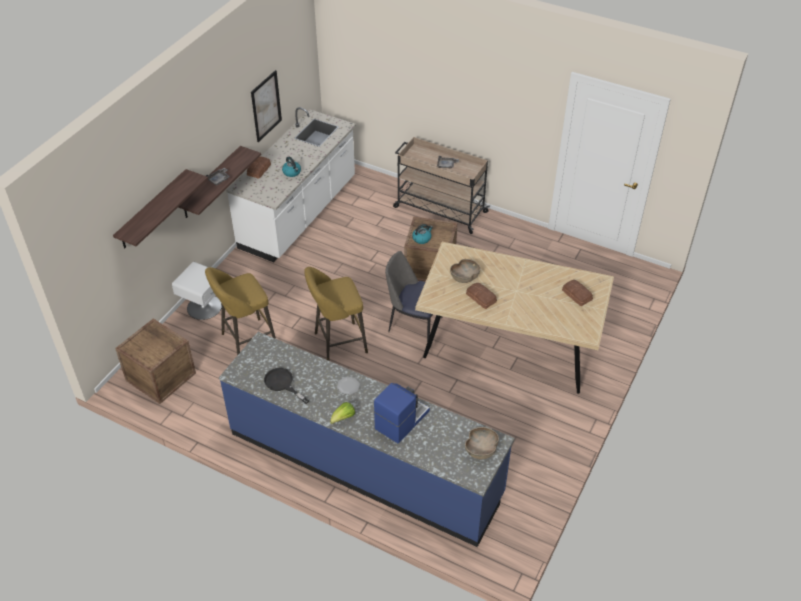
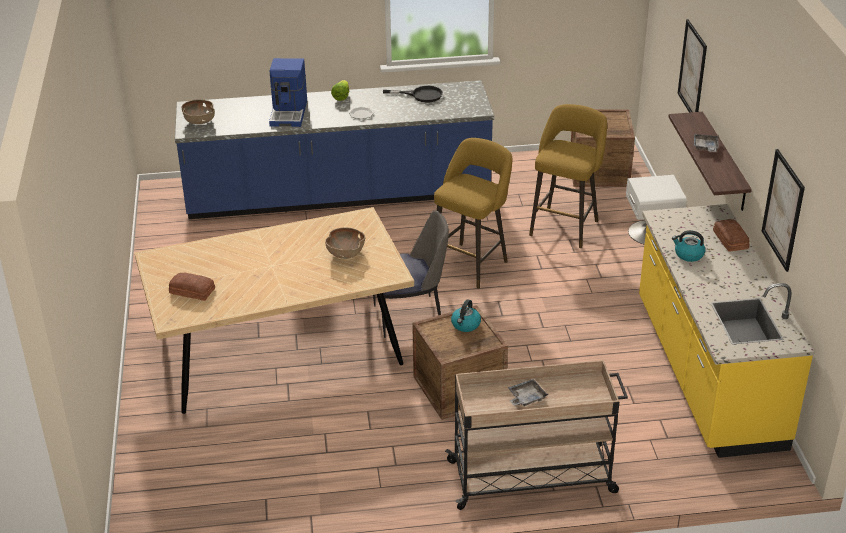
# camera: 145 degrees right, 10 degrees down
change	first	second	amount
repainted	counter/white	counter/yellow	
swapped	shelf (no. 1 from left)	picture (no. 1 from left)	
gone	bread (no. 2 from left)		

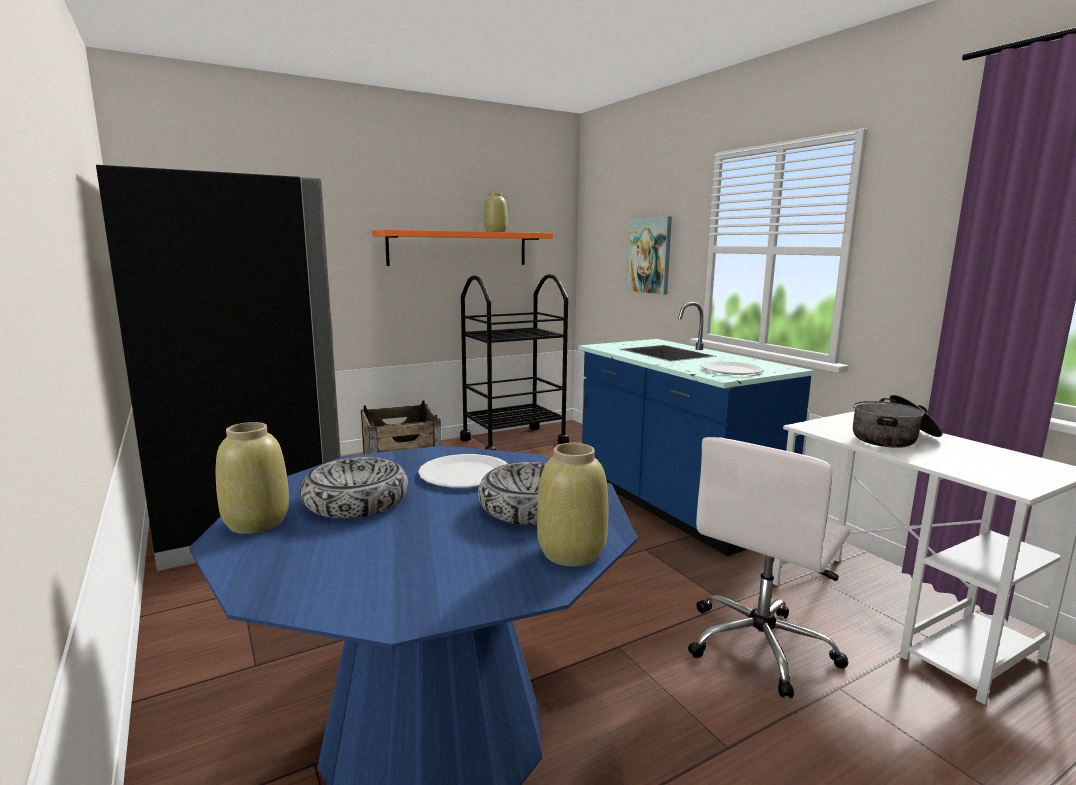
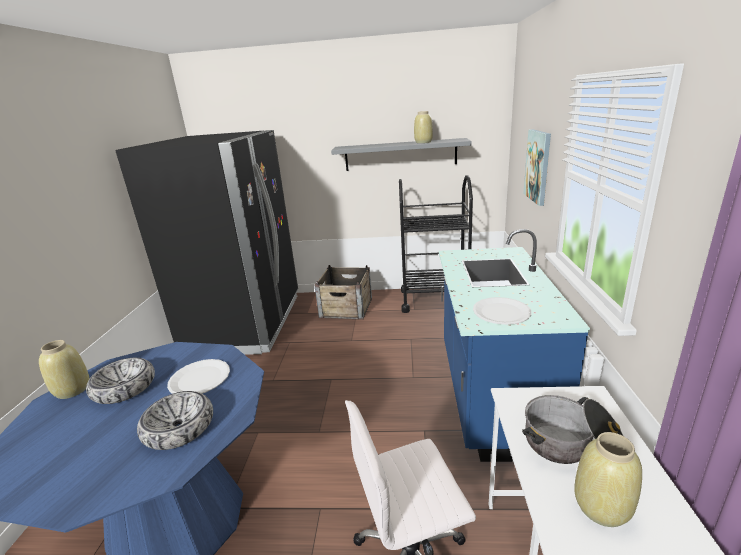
# camera: 35 degrees right, 10 degrees up
change	first	second	amount
repainted	shelf/orange	shelf/grey	
shifted	vase/beige (no. 3 from left)		

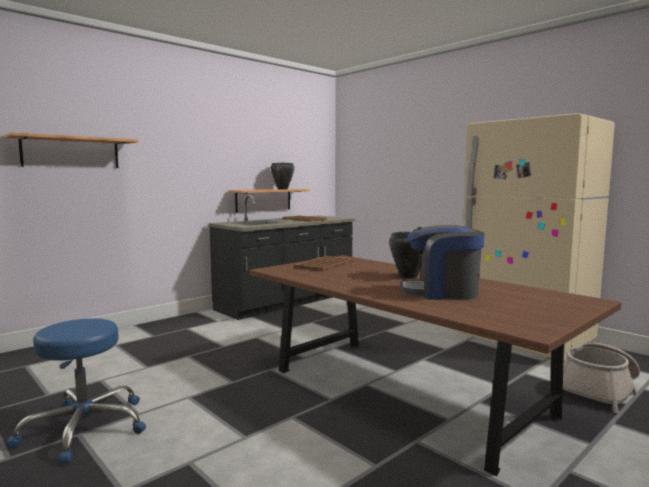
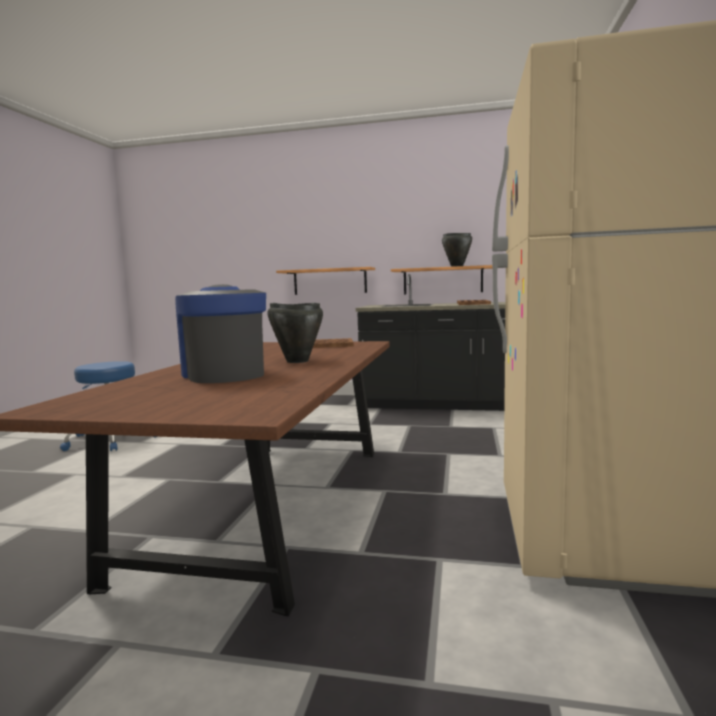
# camera: 55 degrees right, 0 degrees up
change	first	second	amount
shifted	shelf (no. 1 from left)		
gone	basket		

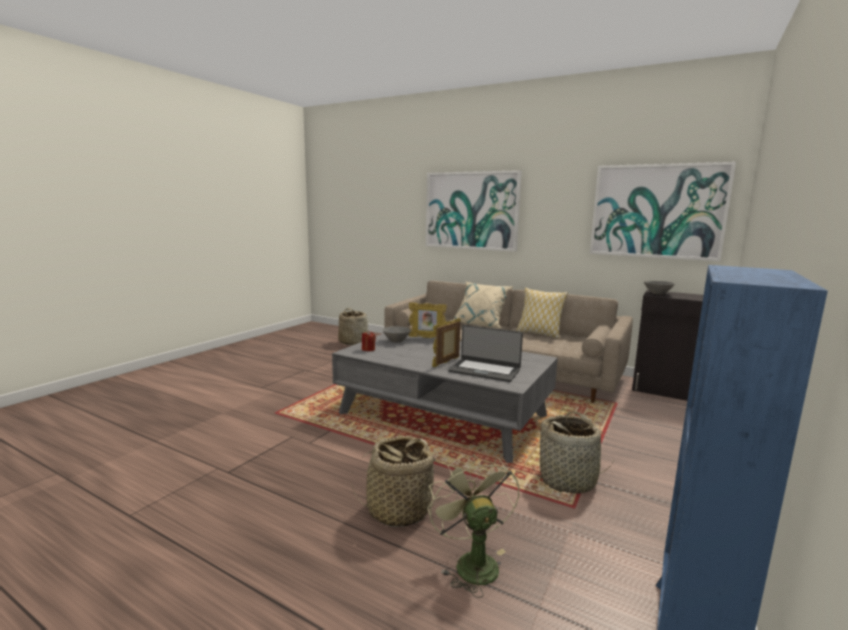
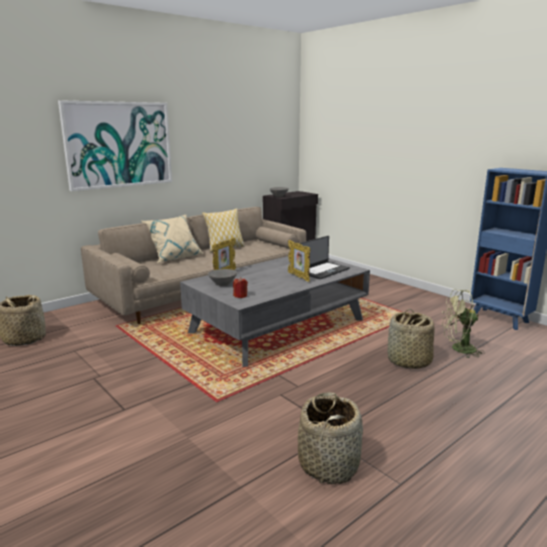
# camera: 70 degrees left, 5 degrees up
change	first	second	amount
gone	picture (no. 2 from left)		
shifted	basket (no. 3 from left in the first image)	basket (no. 2 from left)	

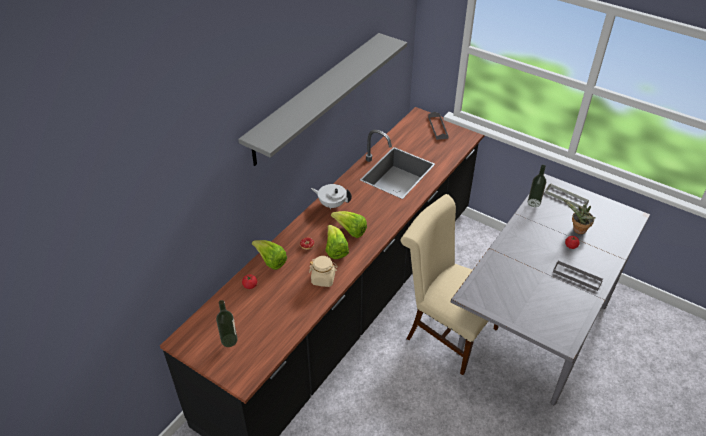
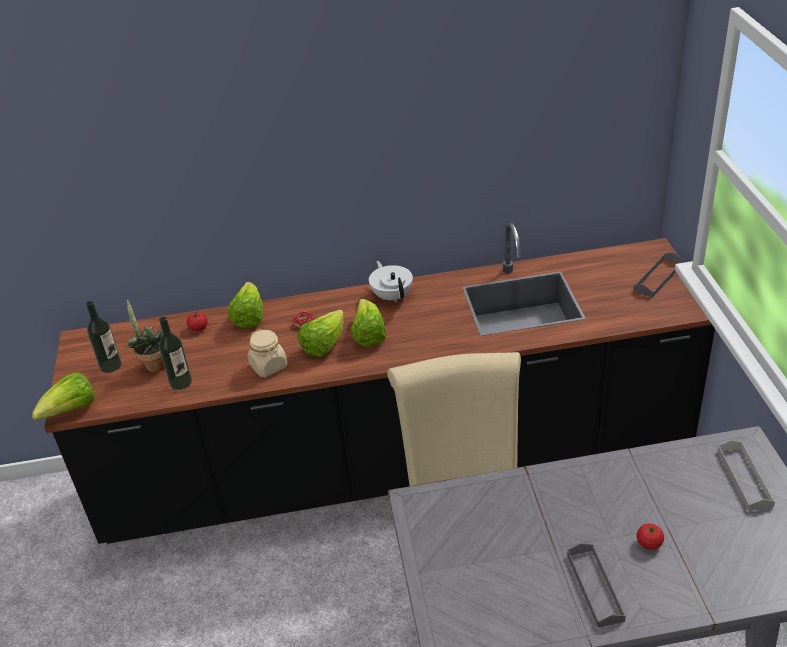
# camera: 50 degrees right, 5 degrees down
change	first	second	amount
gone	shelf/grey		
shifted	bottle (no. 2 from left)		
shifted	potted plant		
new		lettuce (no. 1 from left)	

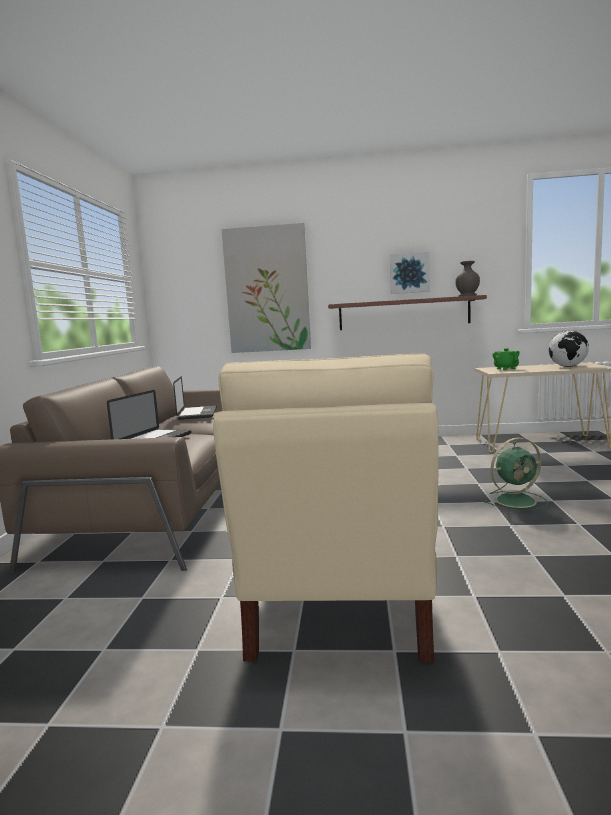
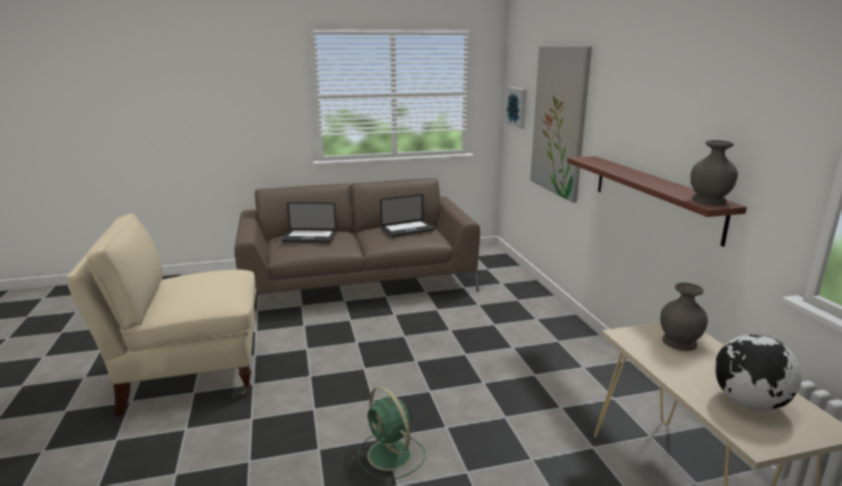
# camera: 70 degrees right, 10 degrees up
change	first	second	amount
shifted	picture (no. 2 from left in the first image)	picture (no. 1 from left)	
swapped	teapot/green	vase/grey (no. 1 from left)	

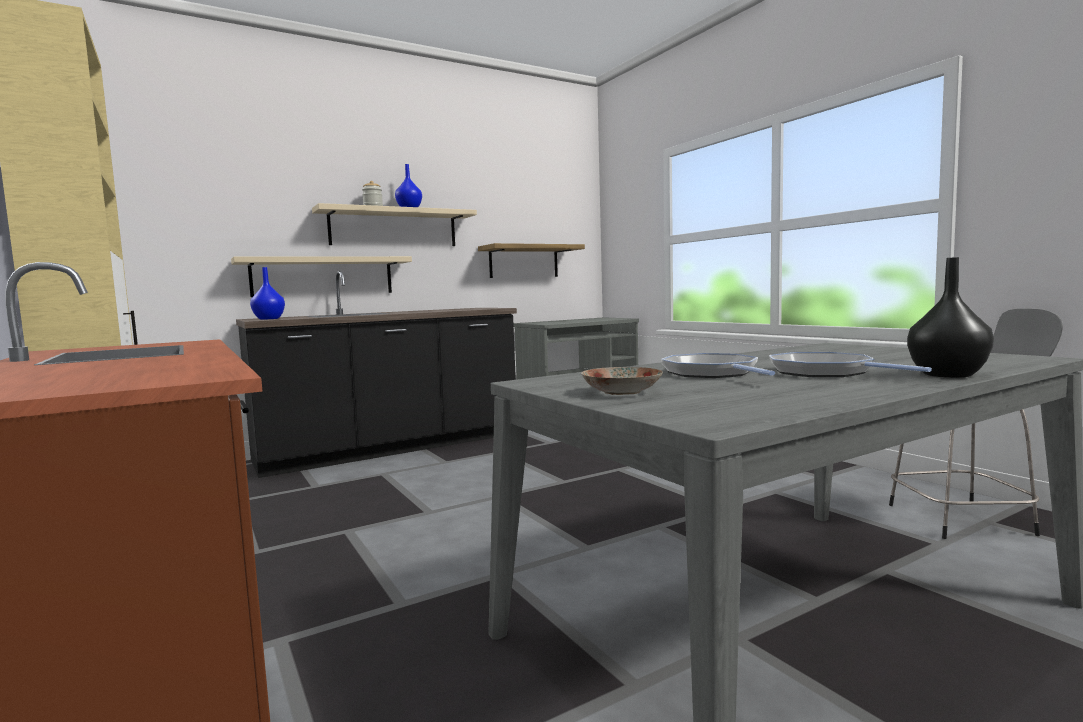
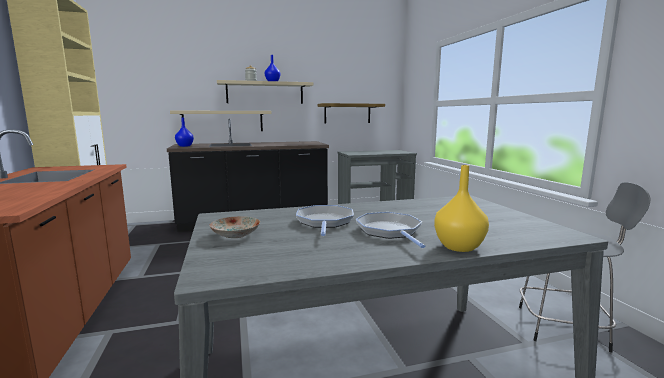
# camera: 15 degrees right, 5 degrees up
change	first	second	amount
repainted	vase/black	vase/yellow	

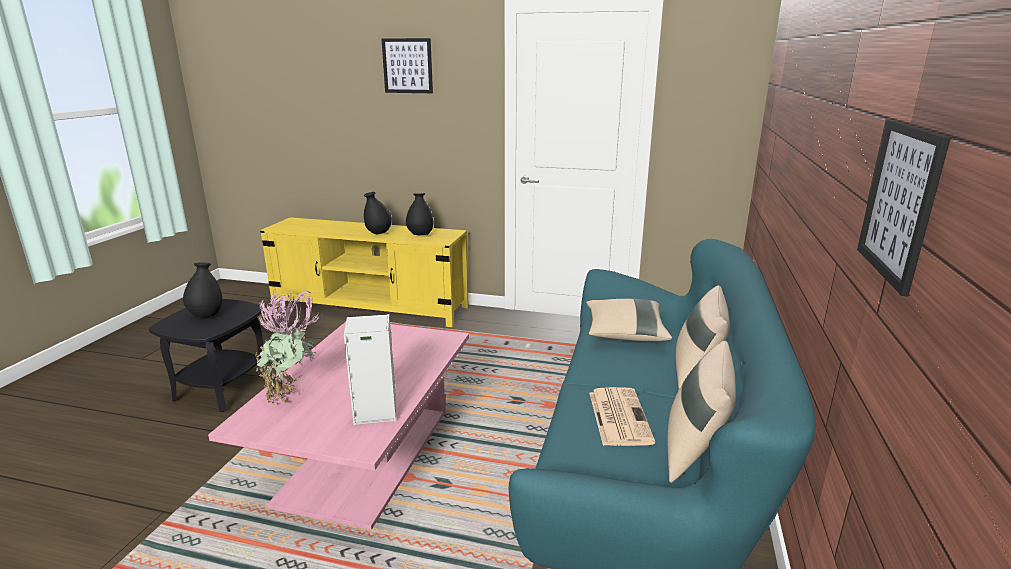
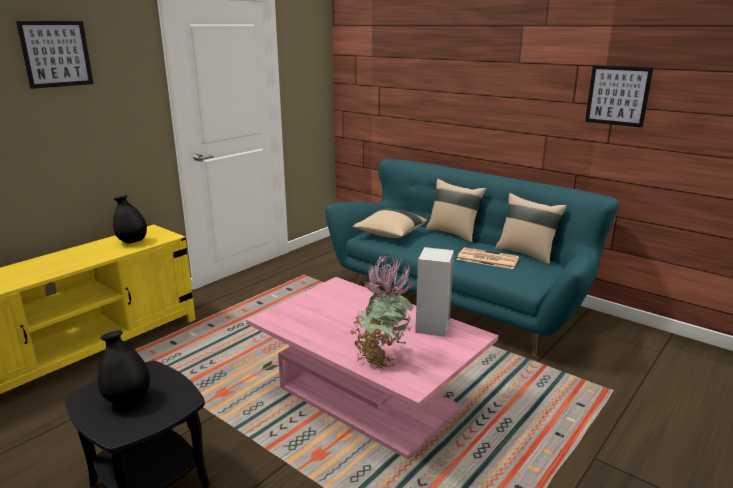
# camera: 65 degrees left, 0 degrees up
change	first	second	amount
gone	vase/black (no. 2 from left)		

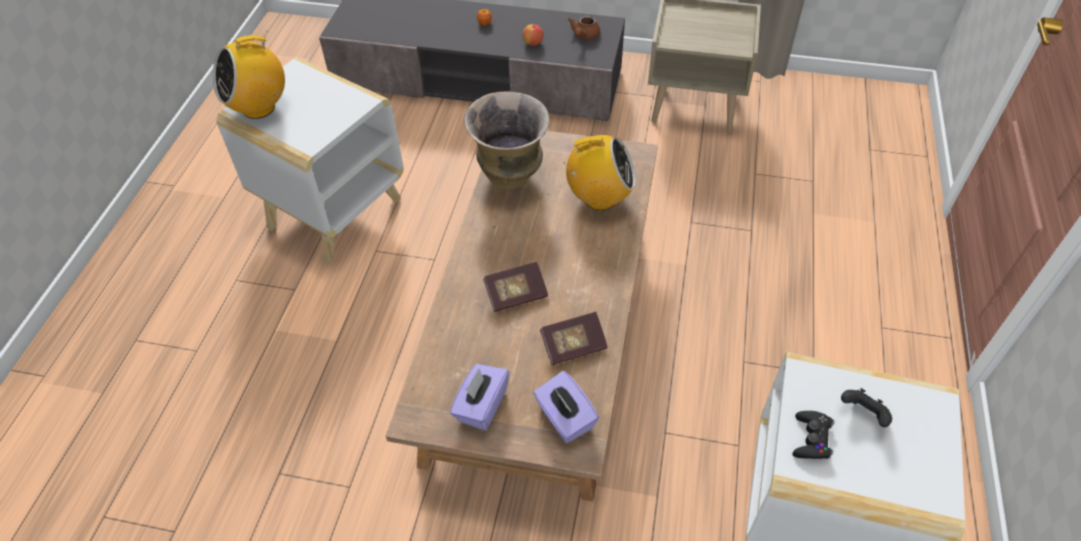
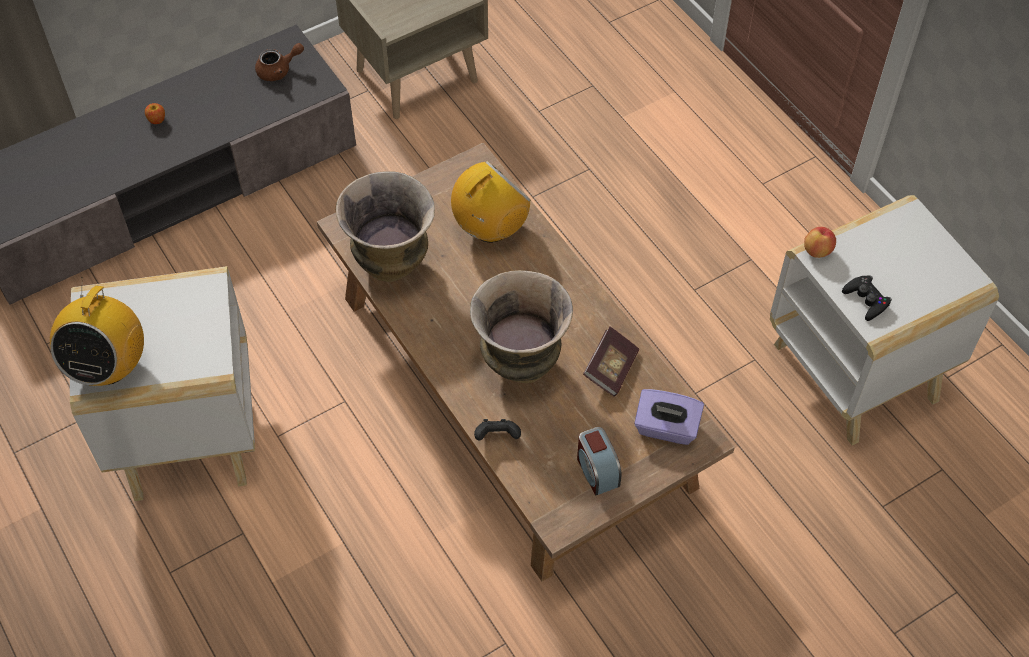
# camera: 45 degrees left, 5 degrees up
change	first	second	amount
rotated	teapot/brown		90 degrees counterclockwise
shifted	apple (no. 2 from left)		
swapped	book (no. 1 from left)	vase (no. 2 from left)	
swapped	tissue box/purple (no. 1 from left)	alarm clock	
shifted	game controller/black (no. 2 from left in the first image)	game controller/black (no. 1 from left)	

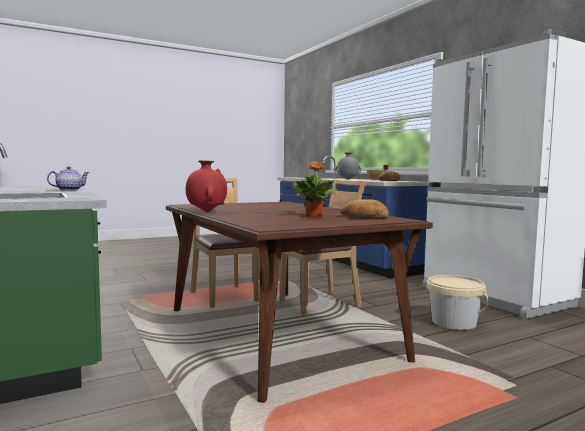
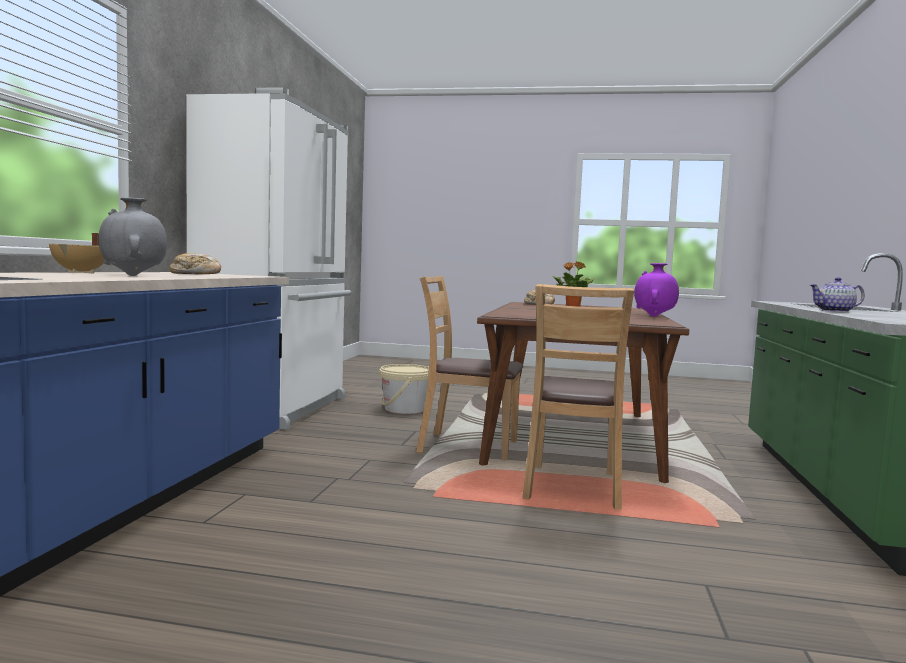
# camera: 140 degrees left, 0 degrees up
change	first	second	amount
repainted	vase/red	vase/purple	

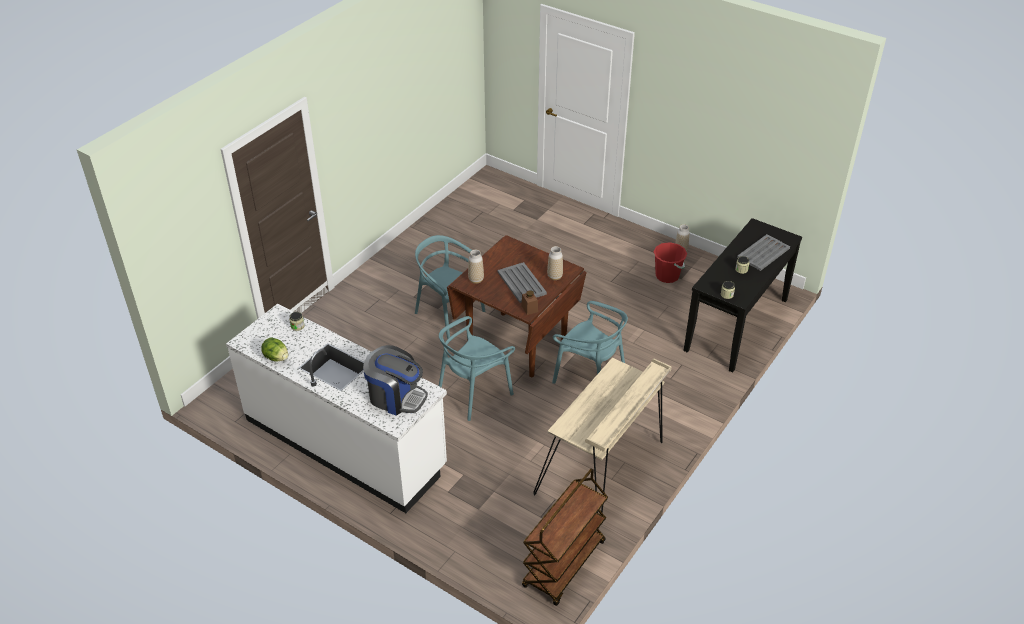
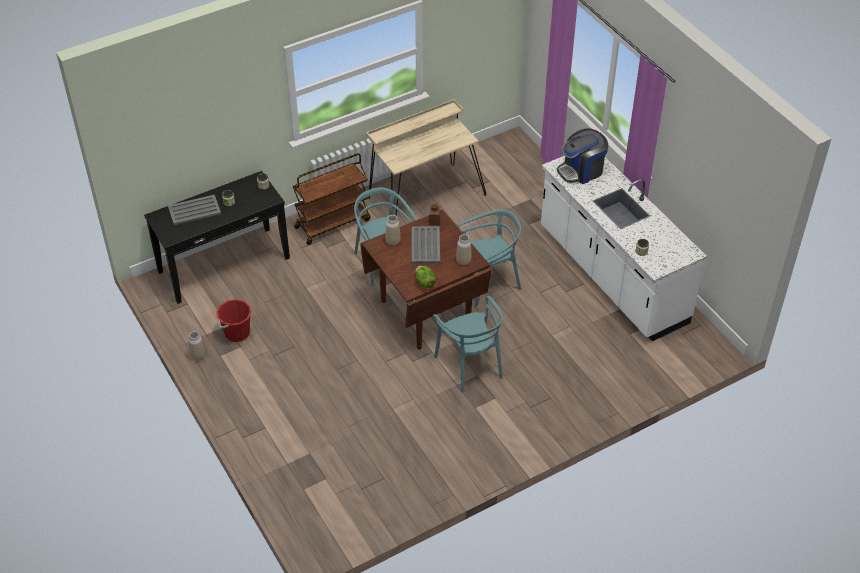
# camera: 155 degrees left, 5 degrees up
change	first	second	amount
shifted	lettuce		
rotated	coffee machine		75 degrees counterclockwise
shifted	cart/brown		

